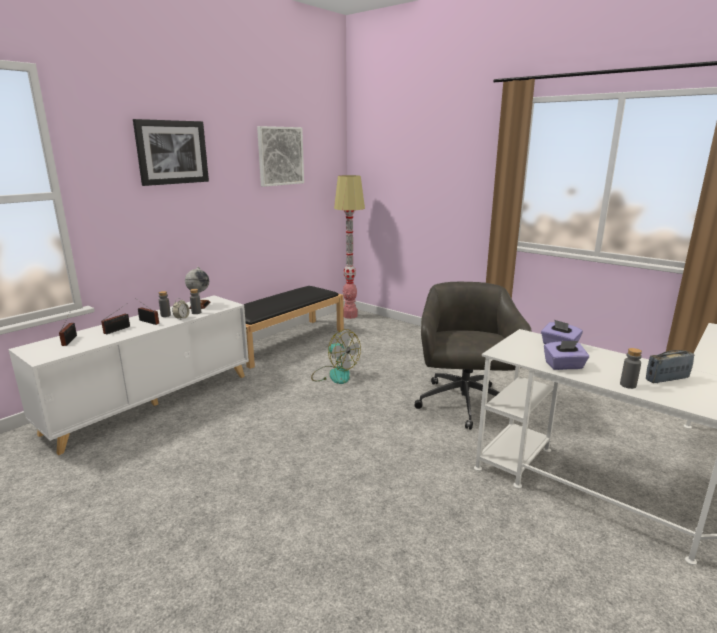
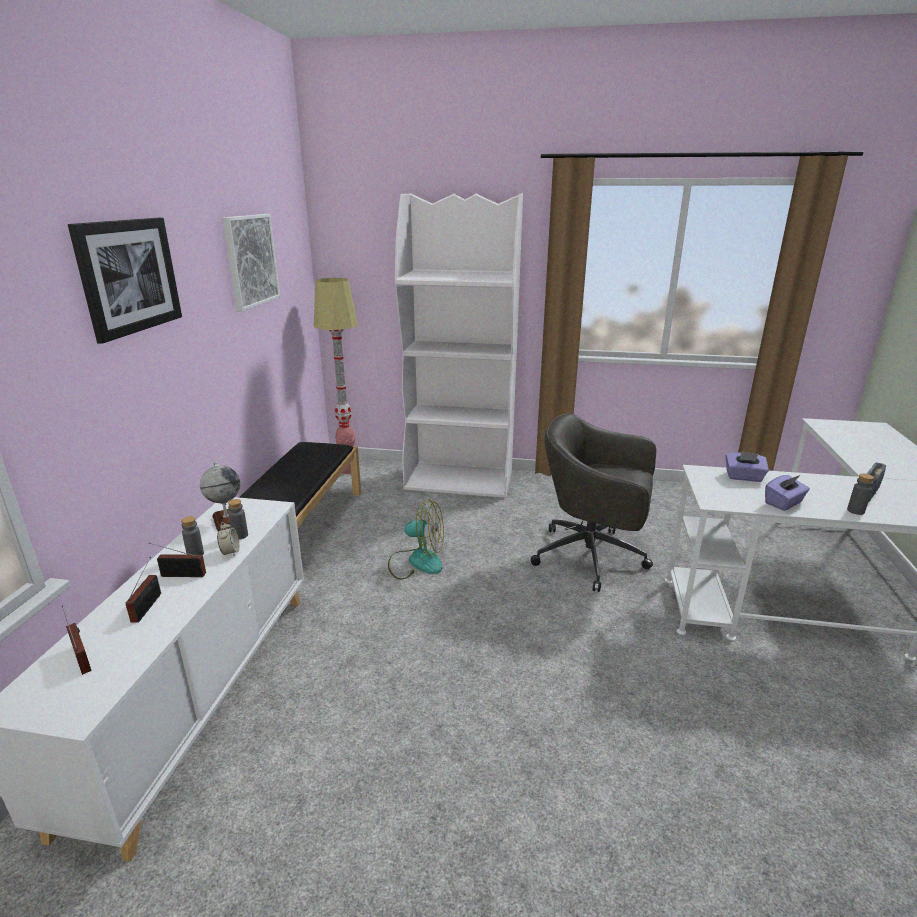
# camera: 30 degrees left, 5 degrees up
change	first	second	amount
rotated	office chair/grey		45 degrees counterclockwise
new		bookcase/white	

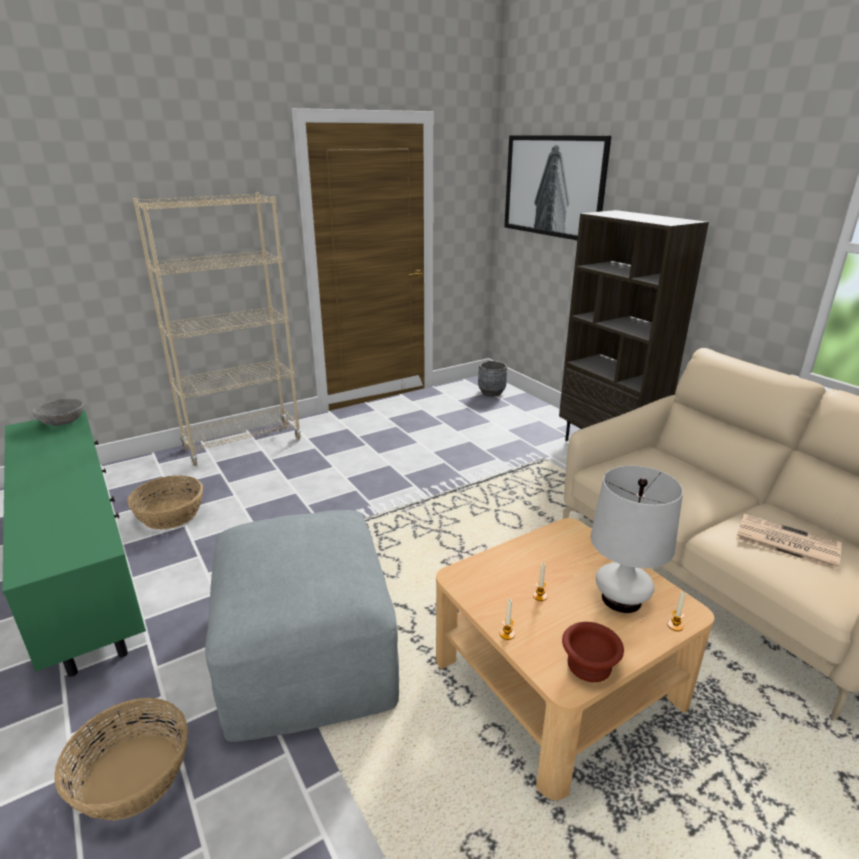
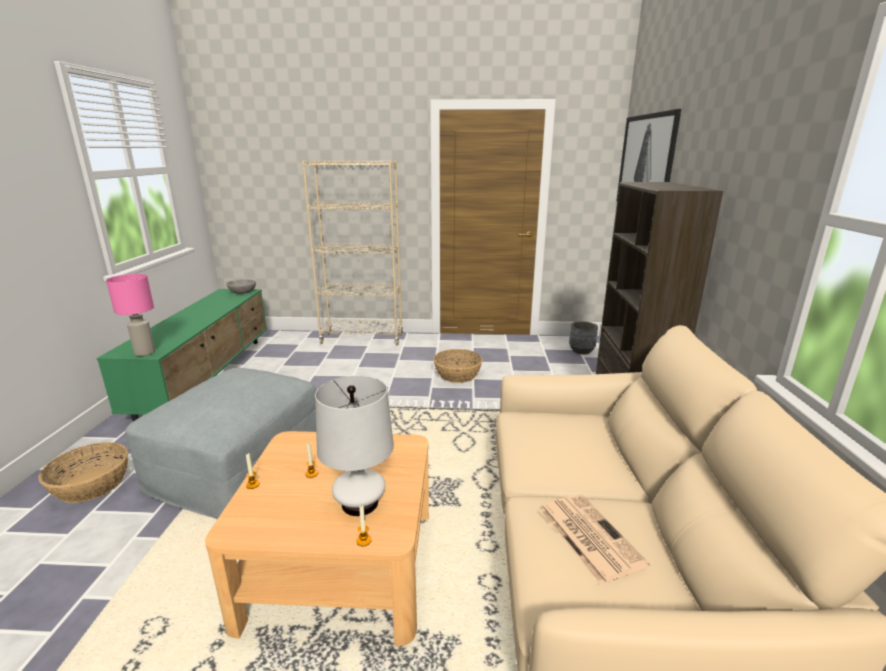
# camera: 35 degrees right, 5 degrees down
change	first	second	amount
shifted	basket (no. 2 from left)		
gone	bowl/brown		
new		table lamp/pink	

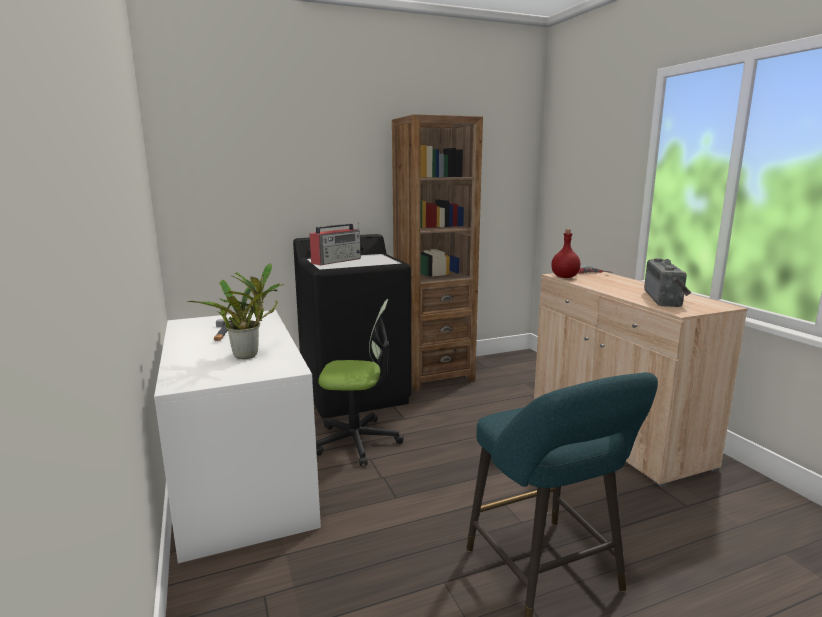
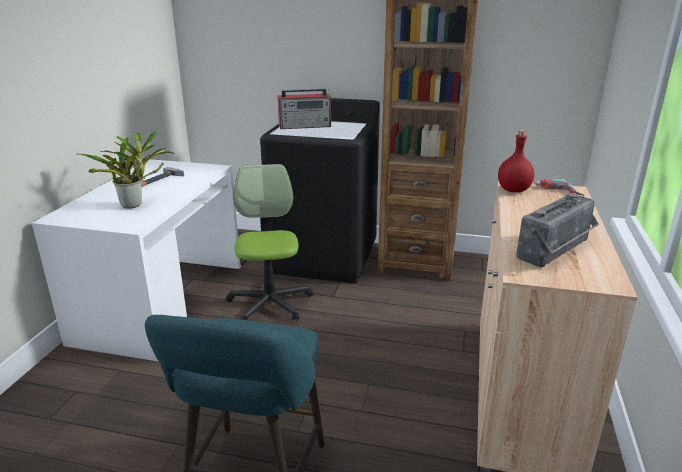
# camera: 35 degrees right, 10 degrees up
change	first	second	amount
rotated	office chair		135 degrees counterclockwise

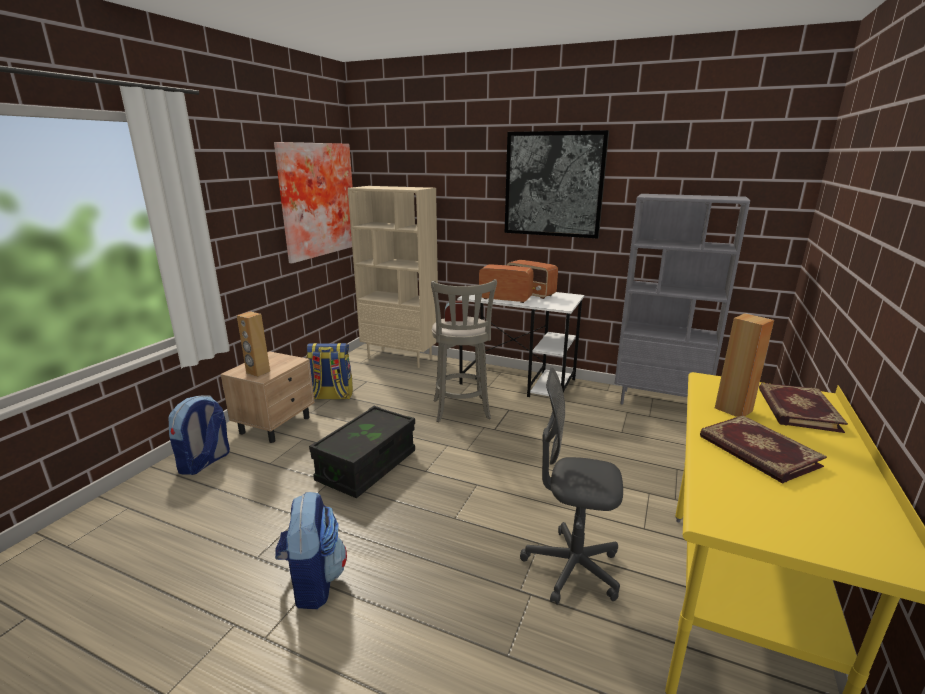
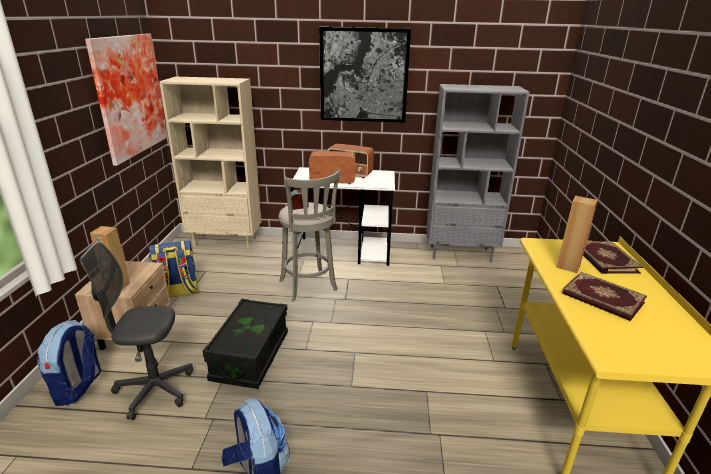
# camera: 20 degrees left, 5 degrees up
change	first	second	amount
shifted	office chair/grey		

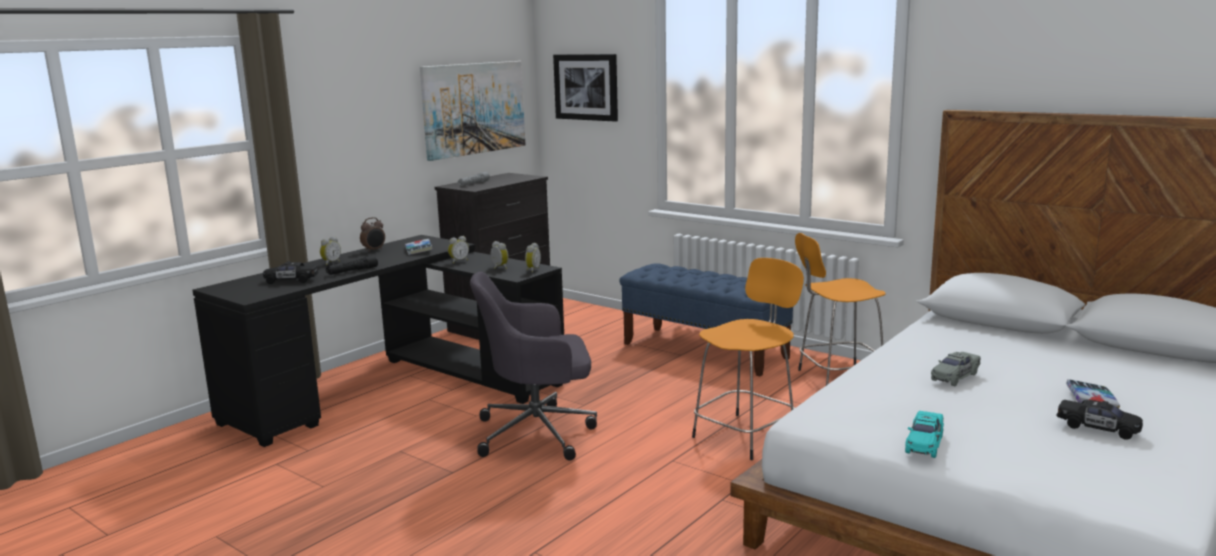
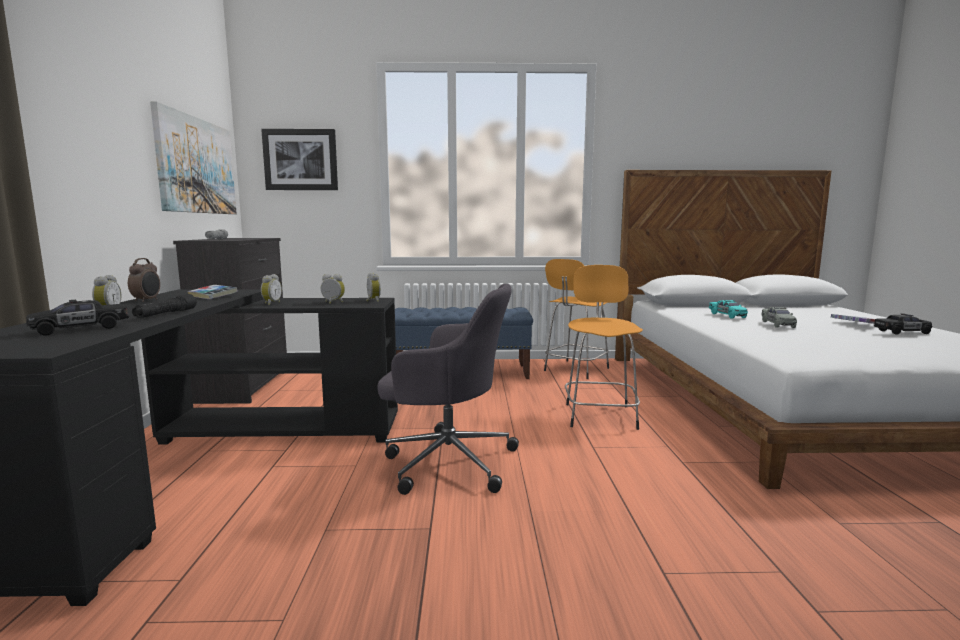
# camera: 40 degrees left, 5 degrees down
change	first	second	amount
rotated	office chair/grey		120 degrees counterclockwise
shifted	toy car/turquoise		

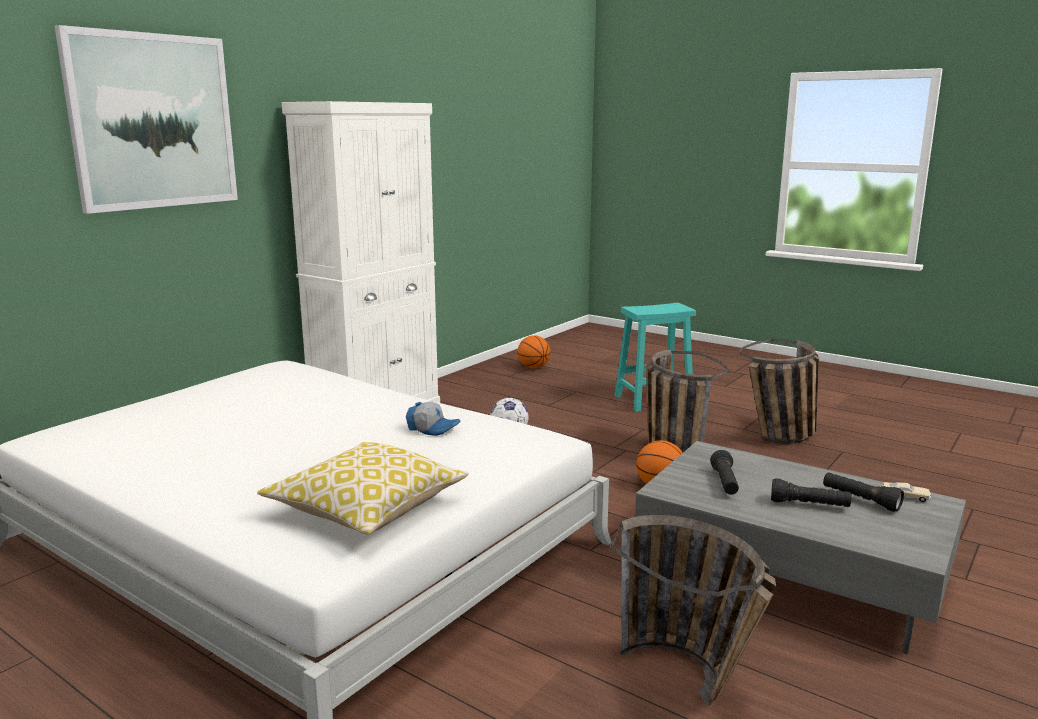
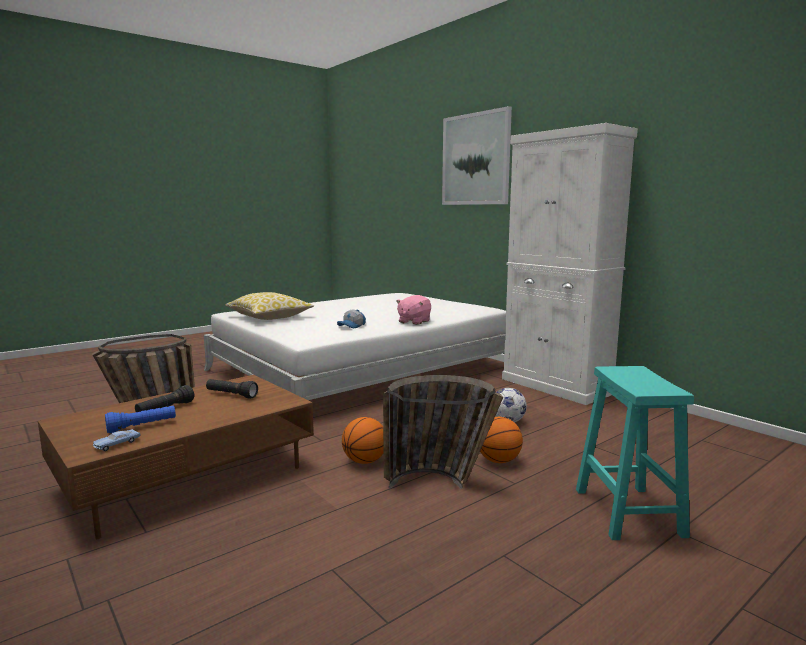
# camera: 105 degrees right, 5 degrees down
change	first	second	amount
shifted	basketball (no. 1 from left in the first image)	basketball (no. 2 from left)	
gone	basket (no. 3 from left)		
repainted	coffee table/grey	coffee table/brown	
repainted	flashlight/black (no. 3 from left)	flashlight/blue	
repainted	toy car/beige	toy car/blue	
new		plush toy/pink	

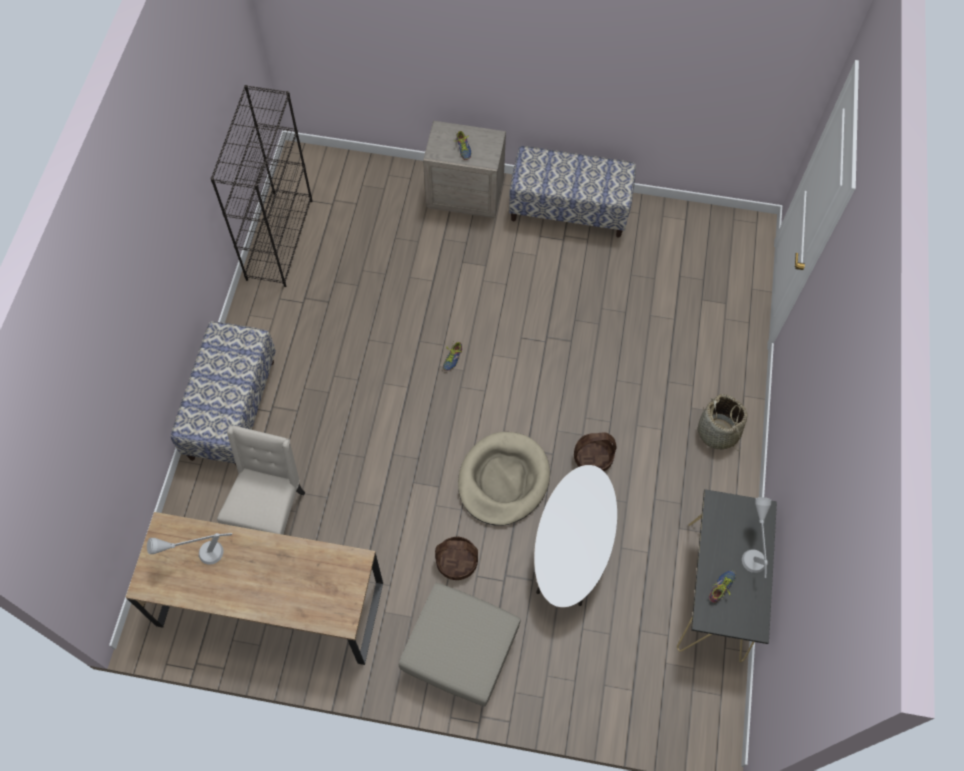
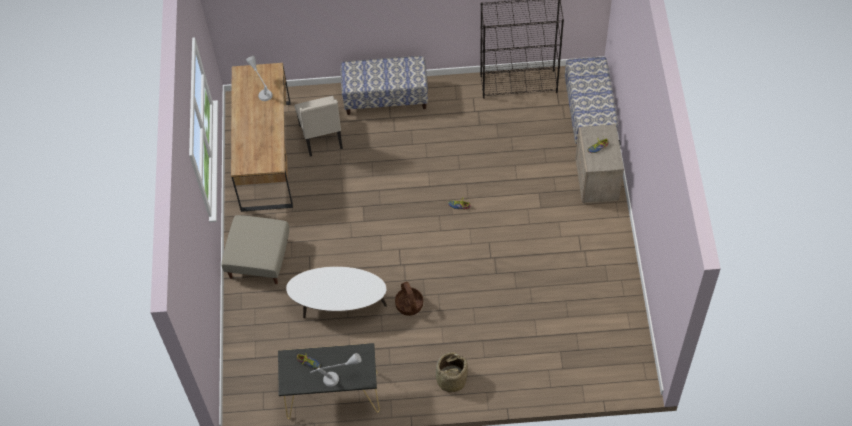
# camera: 80 degrees right, 5 degrees down
change	first	second	amount
shifted	bench (no. 2 from left)		
rotated	chair/beige		75 degrees clockwise
gone	dog bed/beige		
gone	basket (no. 1 from left)		

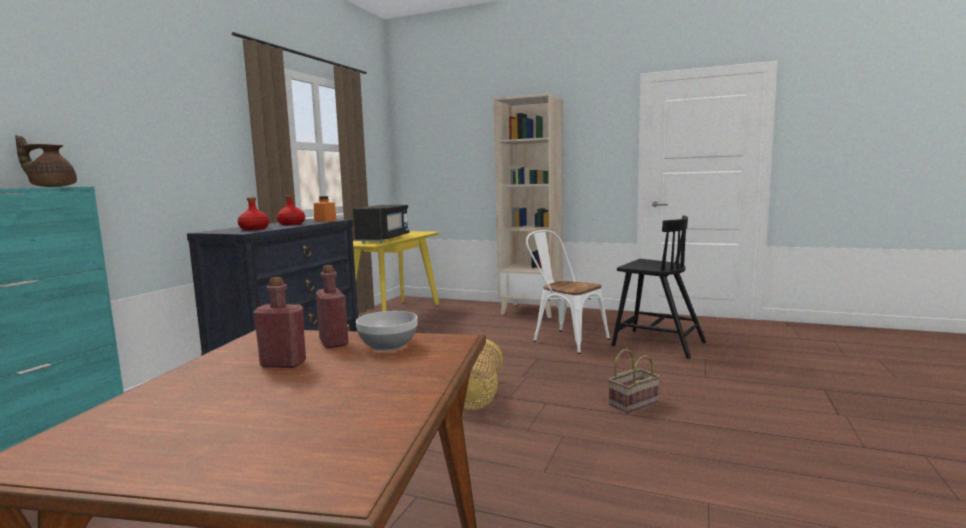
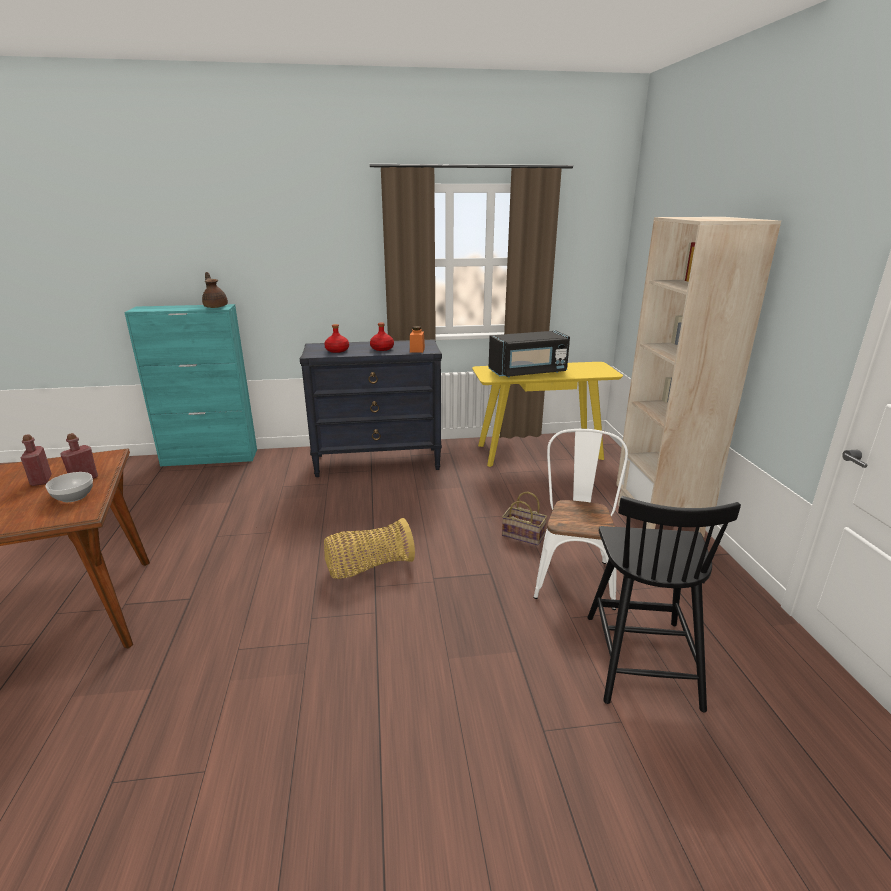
# camera: 60 degrees right, 15 degrees up
change	first	second	amount
shifted	basket (no. 2 from left)		

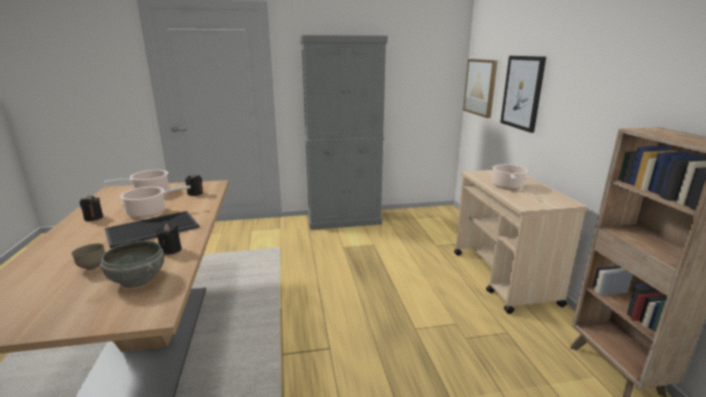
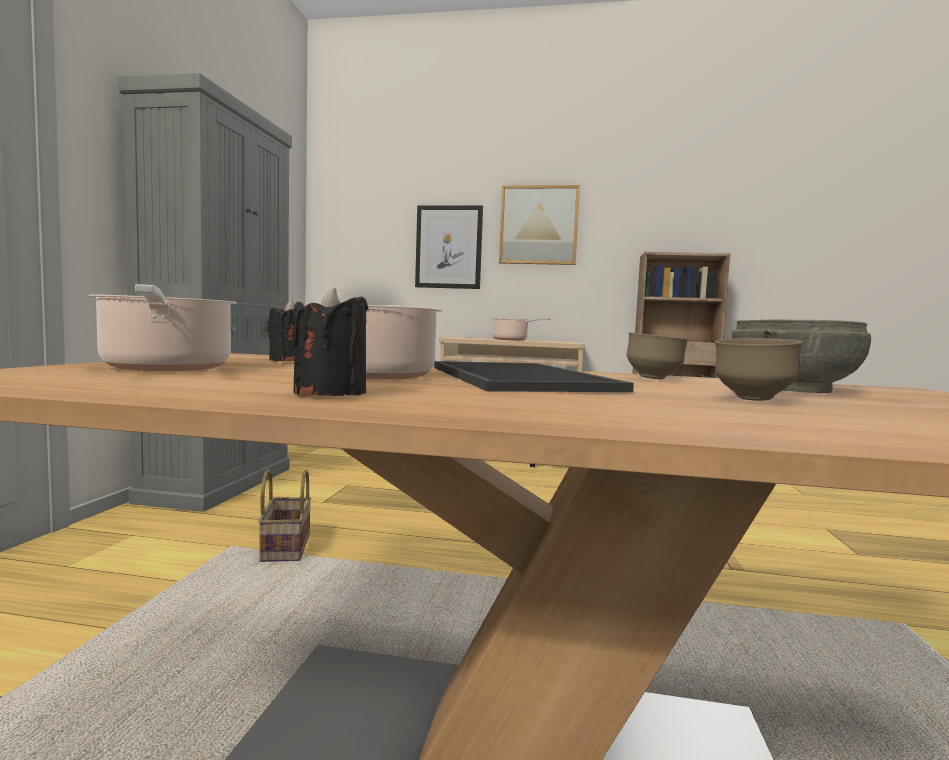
# camera: 70 degrees left, 15 degrees down
change	first	second	amount
shifted	picture (no. 1 from left in the first image)	picture (no. 2 from left)	
swapped	candle/black (no. 2 from left)	bowl/brown (no. 1 from left)	
new		basket	

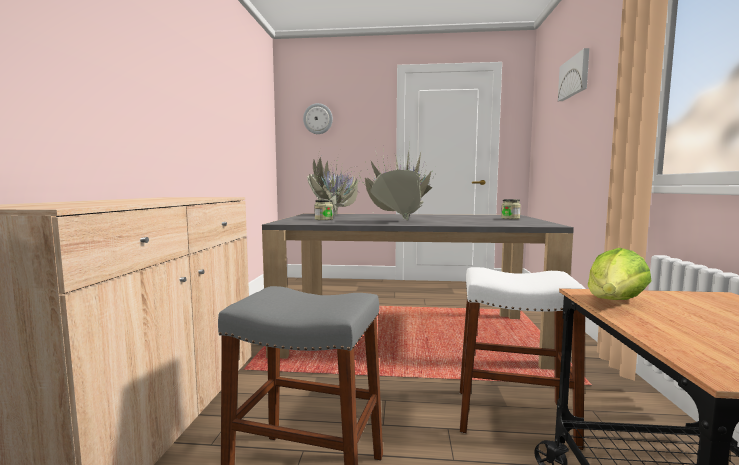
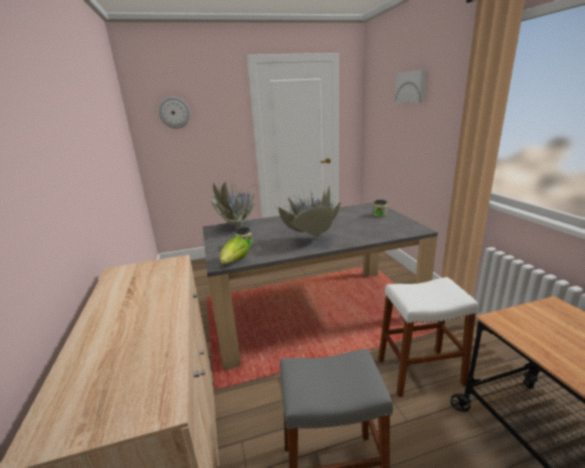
# camera: 20 degrees left, 15 degrees up
change	first	second	amount
shifted	lettuce		

